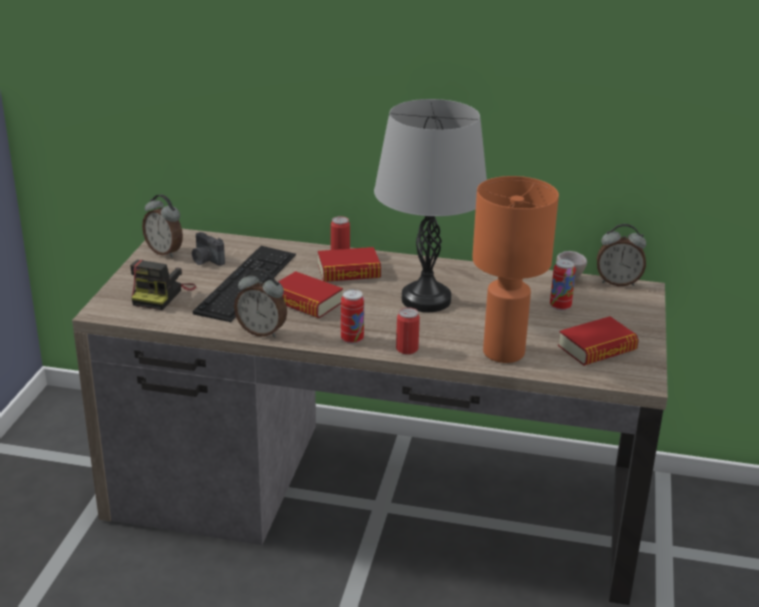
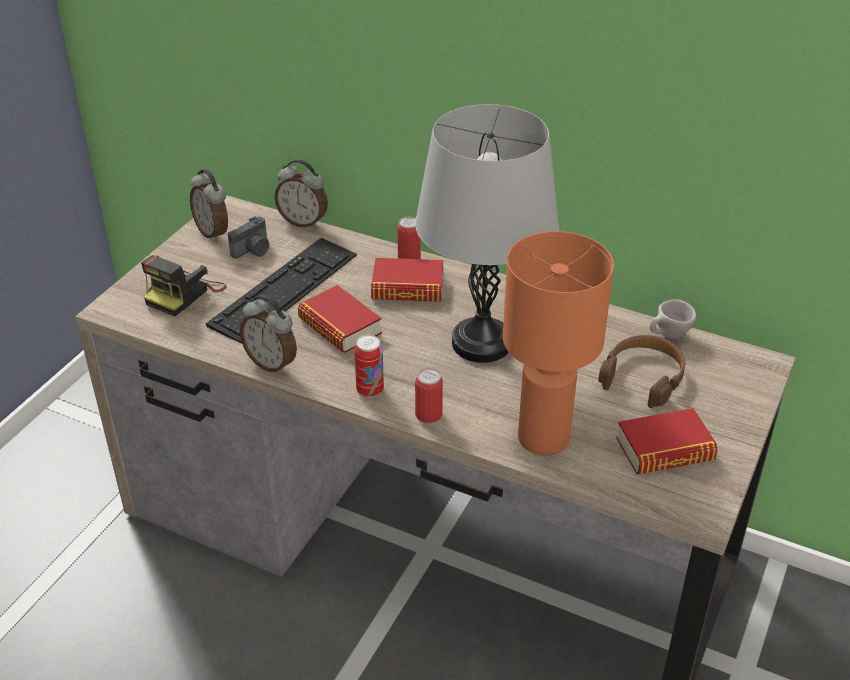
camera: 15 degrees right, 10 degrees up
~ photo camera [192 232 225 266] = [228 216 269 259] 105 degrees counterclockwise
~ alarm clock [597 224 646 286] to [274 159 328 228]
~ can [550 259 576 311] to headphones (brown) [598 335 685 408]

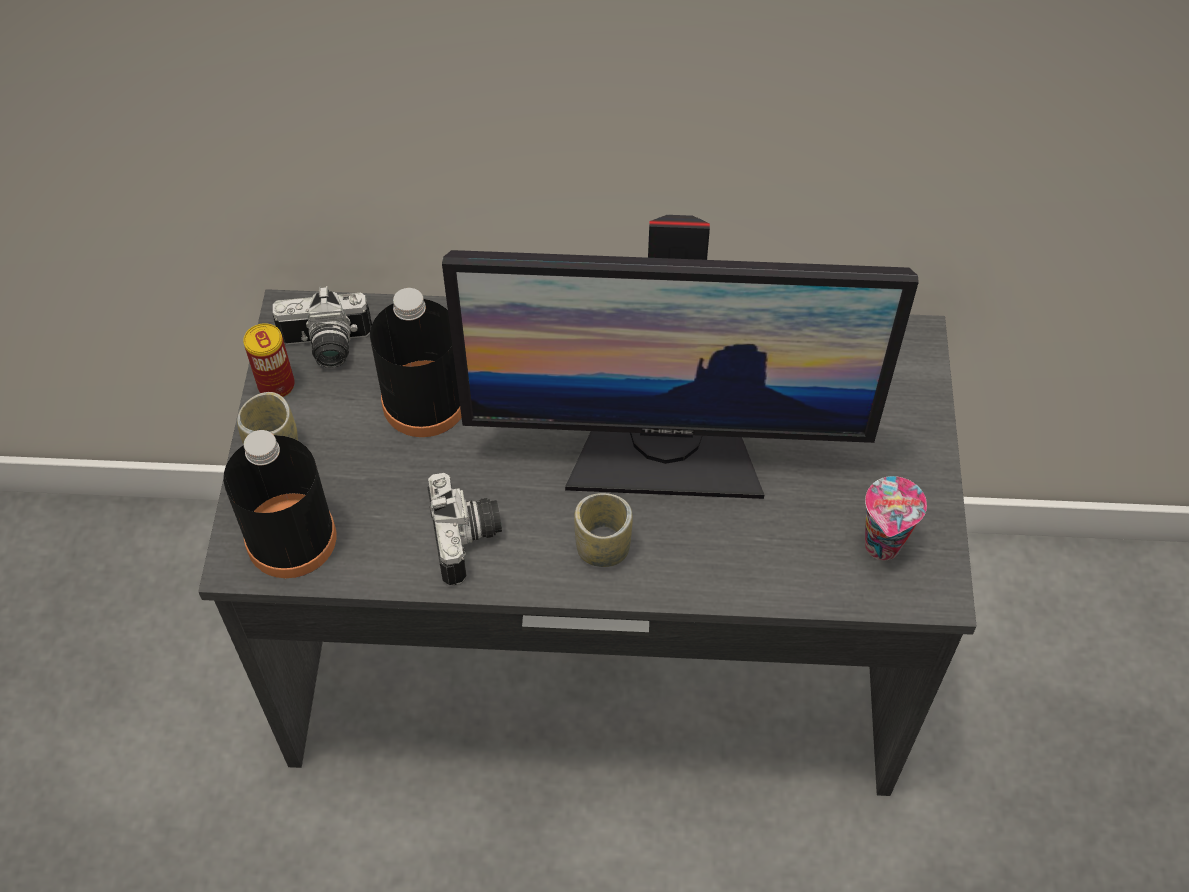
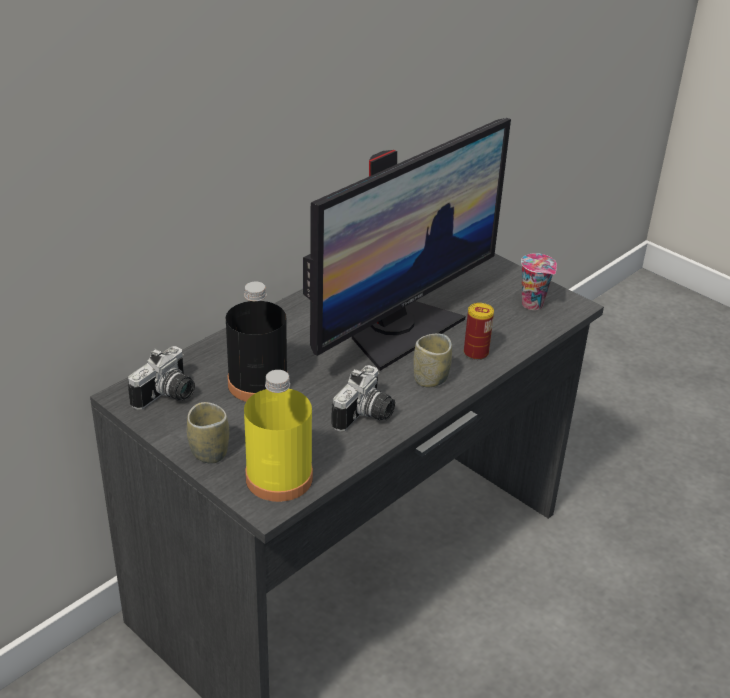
camera: 50 degrees left, 20 degrees down
~ bottle (black) [223 430 336 578] to bottle (yellow) [244 370 313 502]
~ photo camera [428 473 502 586] = [331 365 395 432] 90 degrees clockwise
~ can [243 323 295 397] to [464 303 494 360]

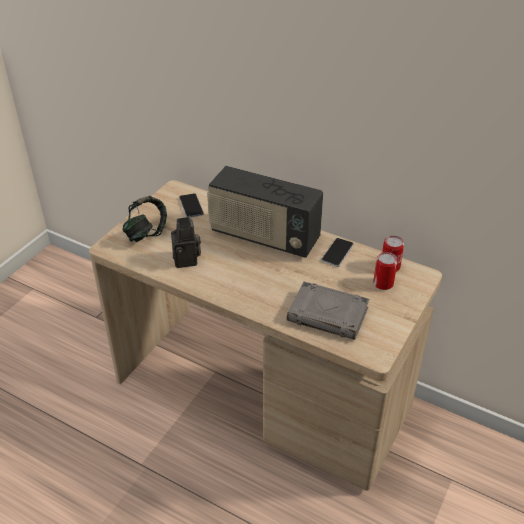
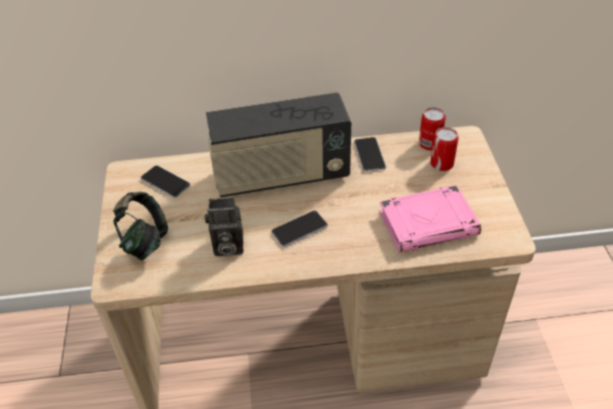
camera: 35 degrees left, 5 degrees up
~ photo camera [171 215 201 268] = [205 197 243 256] 135 degrees clockwise
+ phone [271 210 328 247]
~ book (grey) [287 282 369 340] to book (pink) [379 185 481 253]

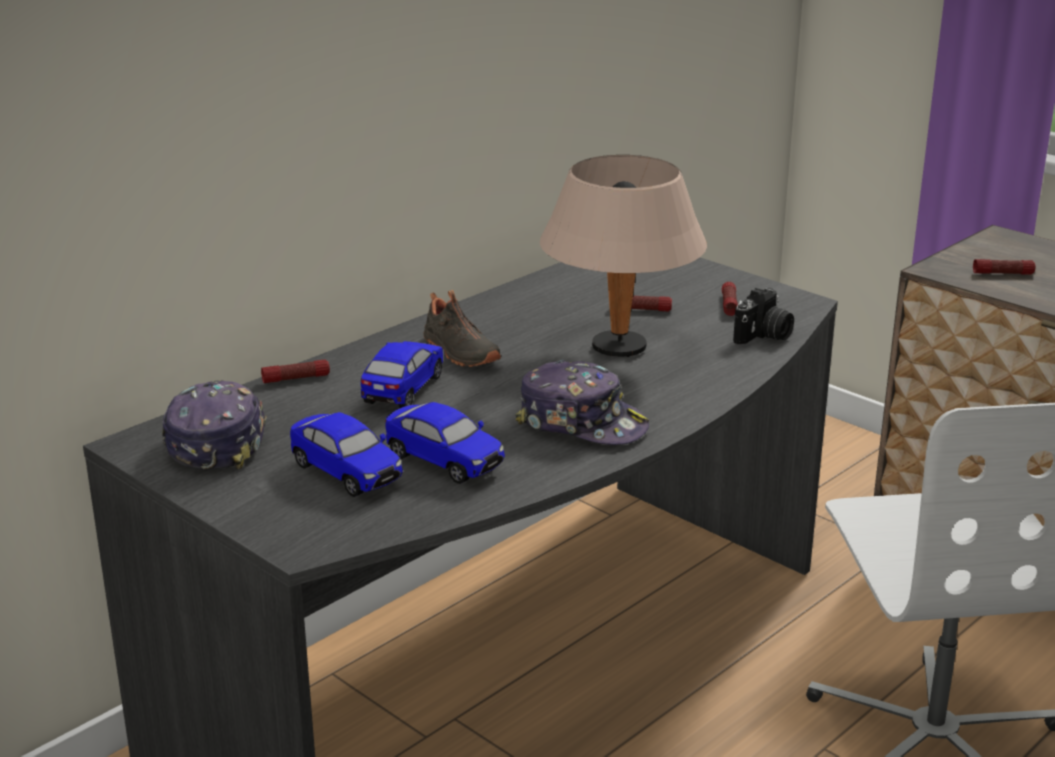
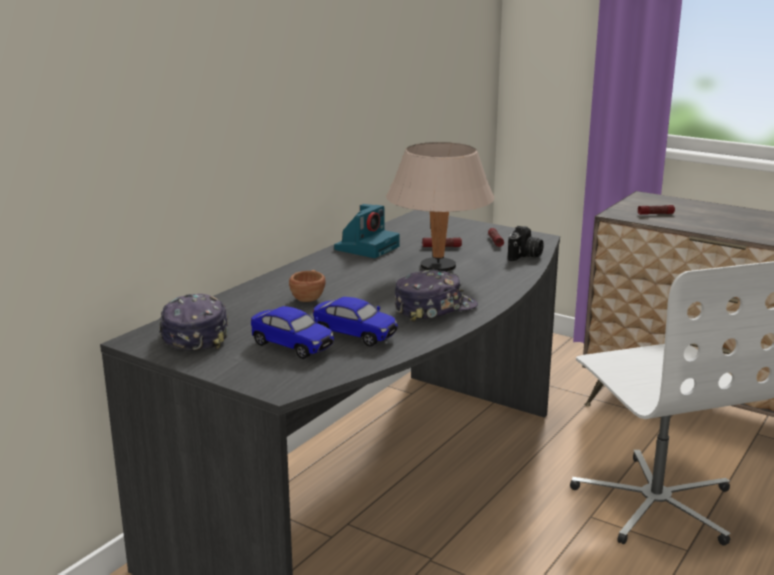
camera: 10 degrees left, 5 degrees down
~ toy car [361 341 443 408] to cup (brown) [289 270 326 302]
+ photo camera [334 204 400 258]
~ cap [515 360 649 445] = [395 269 478 322] 45 degrees counterclockwise
- flashlight [261 359 330 383]
- shoe (black) [424 290 501 367]

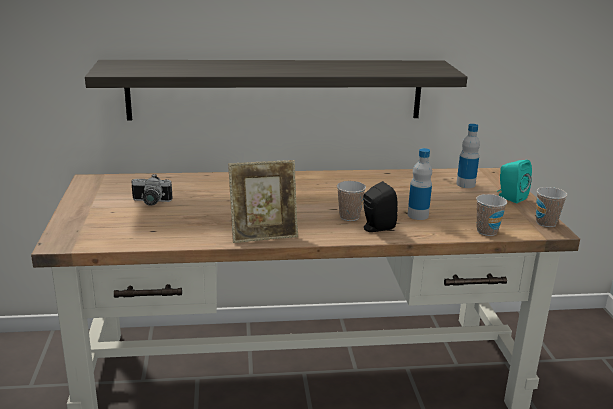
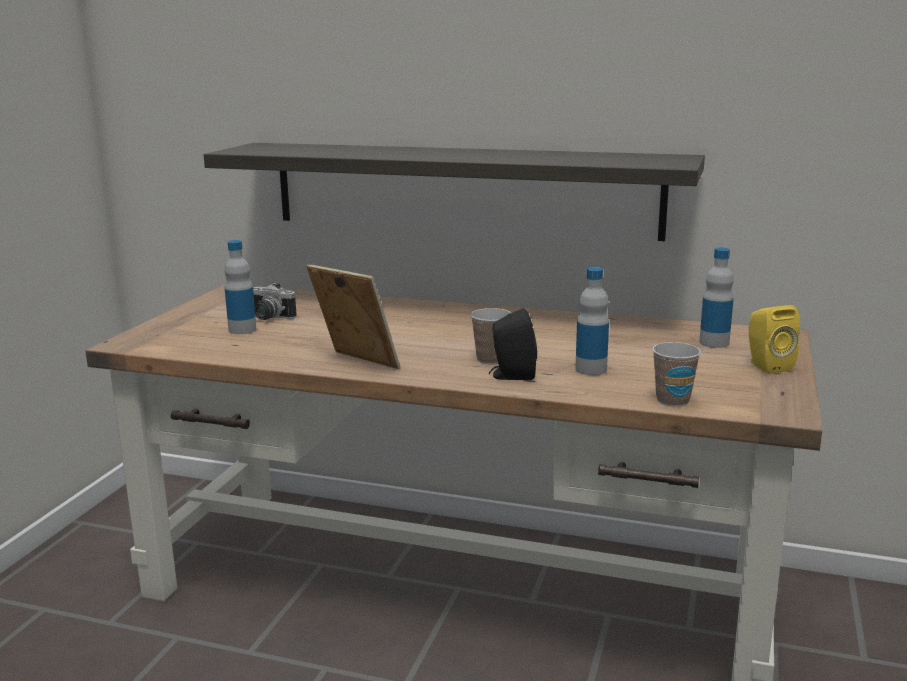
camera: 25 degrees right, 5 degrees down
+ bottle [224 240 256 334]
~ picture frame [228 160 298 243] = [306 264 401 369] 150 degrees counterclockwise
~ speaker (turquoise) [497 160 532 203] to speaker (yellow) [749 305 800 374]
- cup [536 187 567 227]

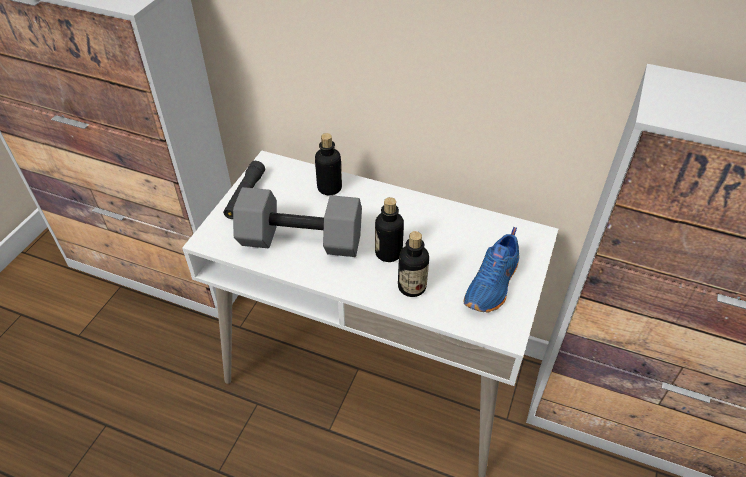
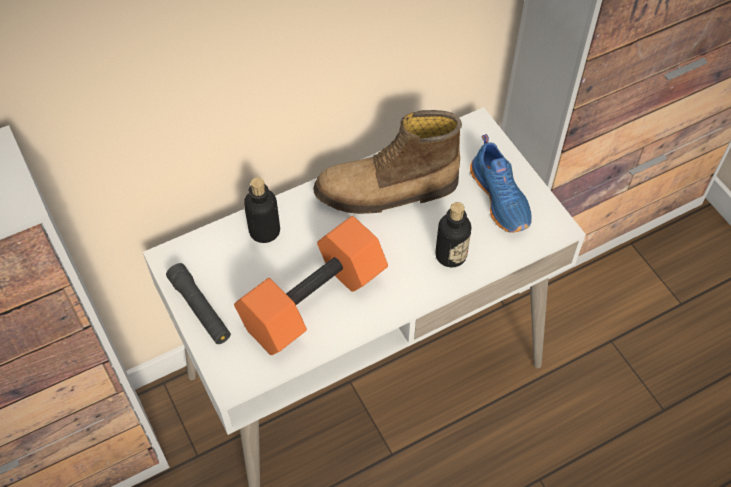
camera: 50 degrees left, 10 degrees up
~ dumbbell (grey) [233 187 362 257] to dumbbell (orange) [234 216 388 355]
+ boot [313 110 462 214]
- bottle [375 197 404 262]

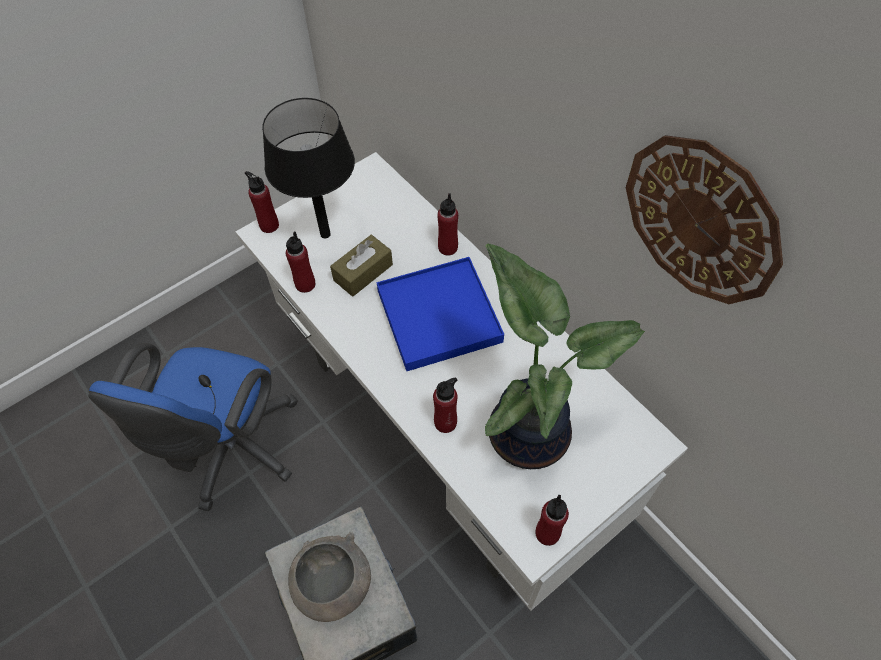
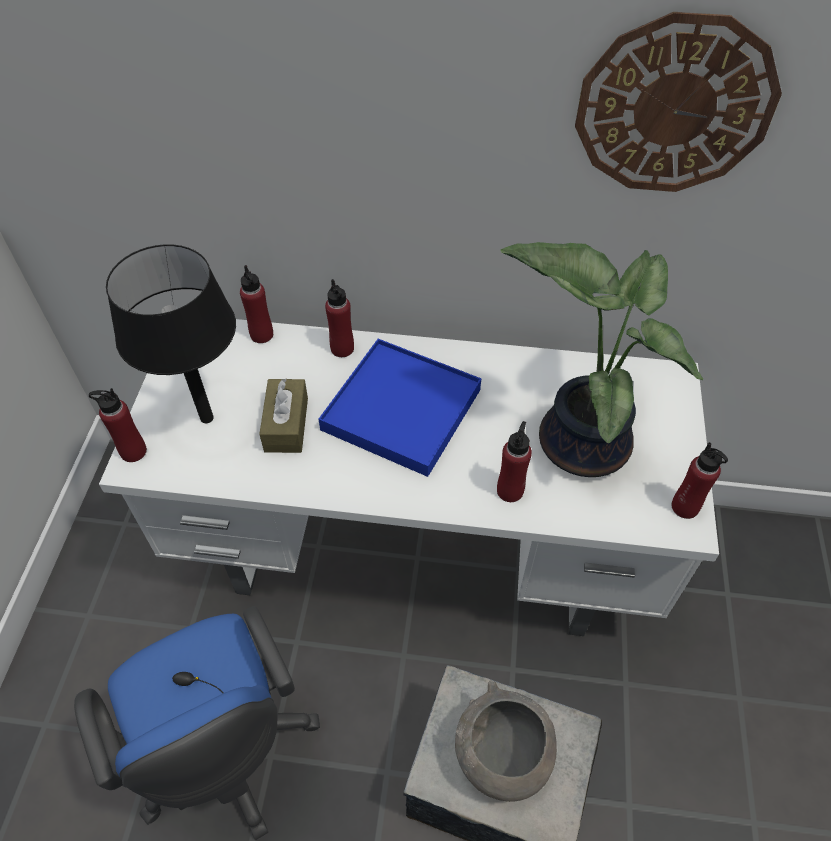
camera: 45 degrees left, 5 degrees down
~ bottle (red) [286 232 315 293] to [240 265 273 343]

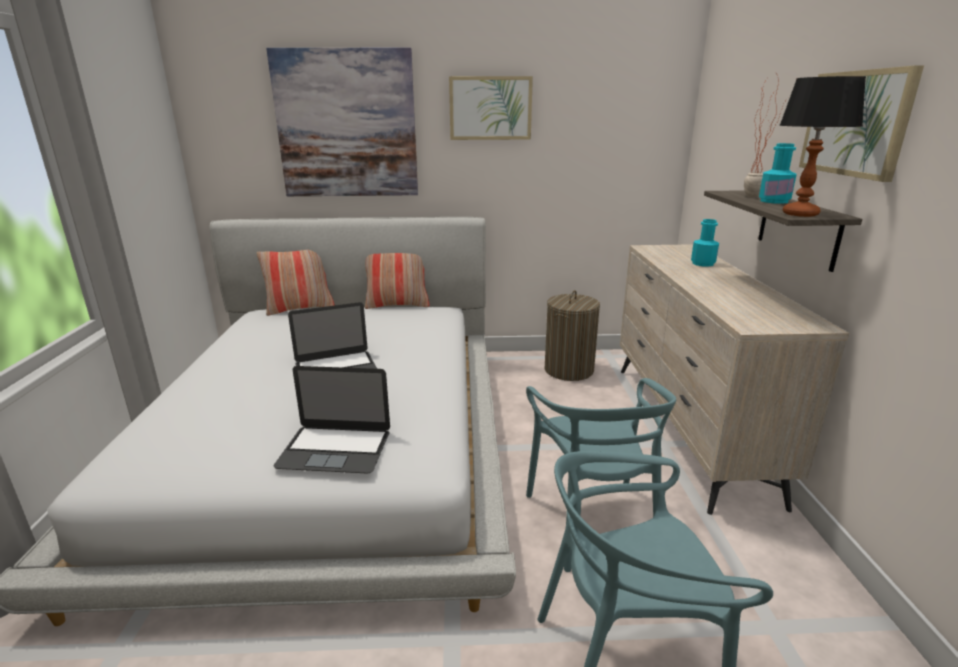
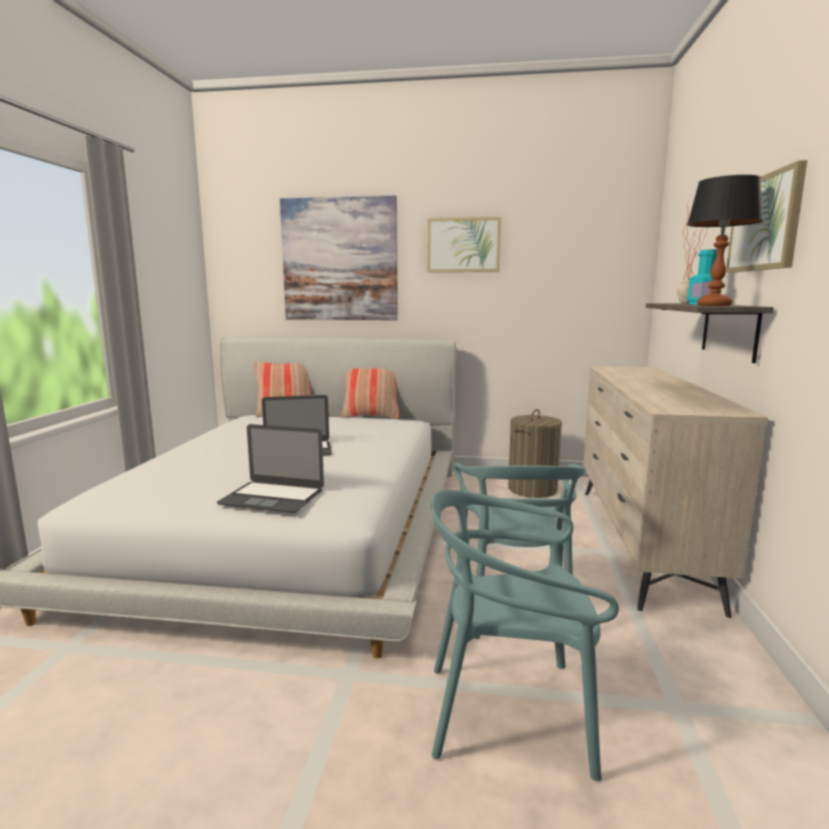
camera: 10 degrees right, 10 degrees down
- bottle (turquoise) [691 219 719 267]

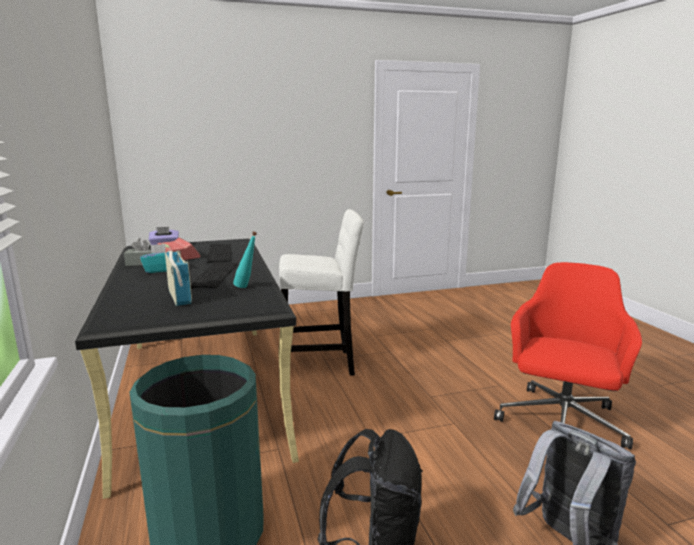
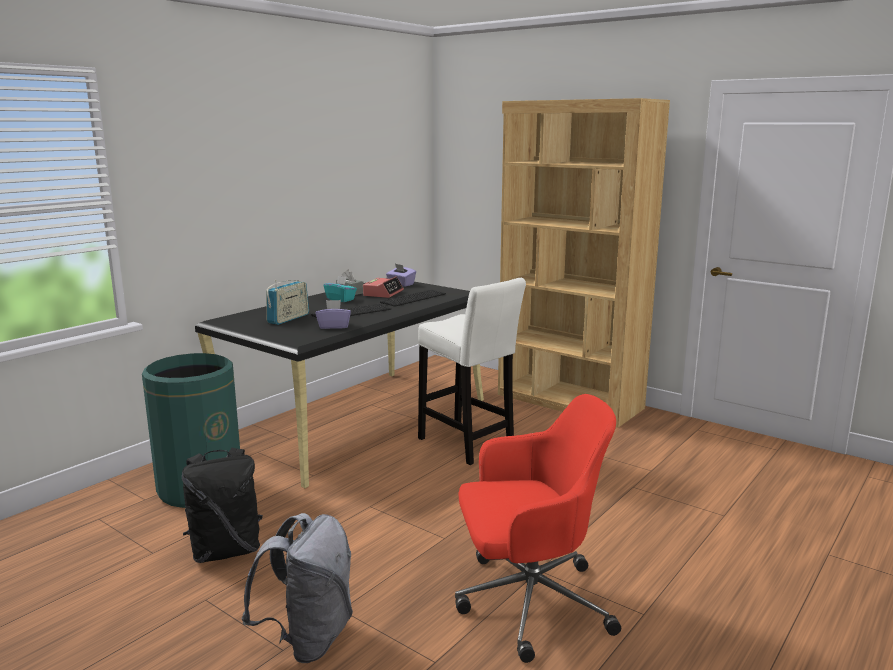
camera: 55 degrees right, 0 degrees up
~ bottle (turquoise) [233 232 257 288] to tissue box (purple) [316 300 351 329]
+ bookcase (brown) [498 98 670 428]

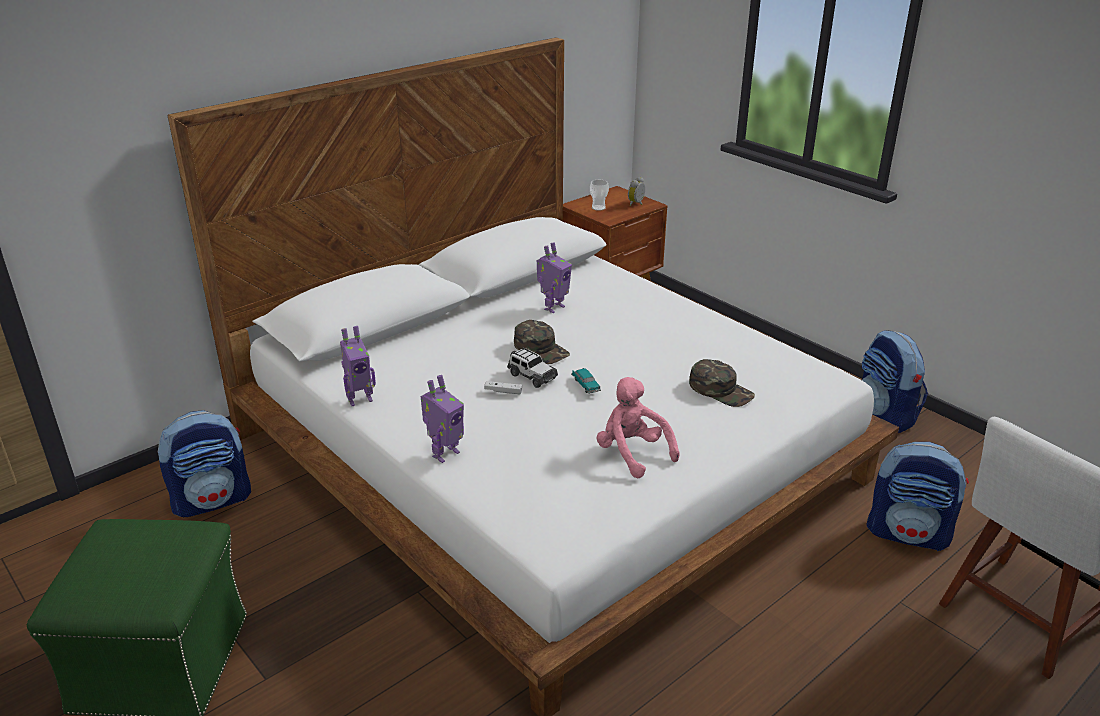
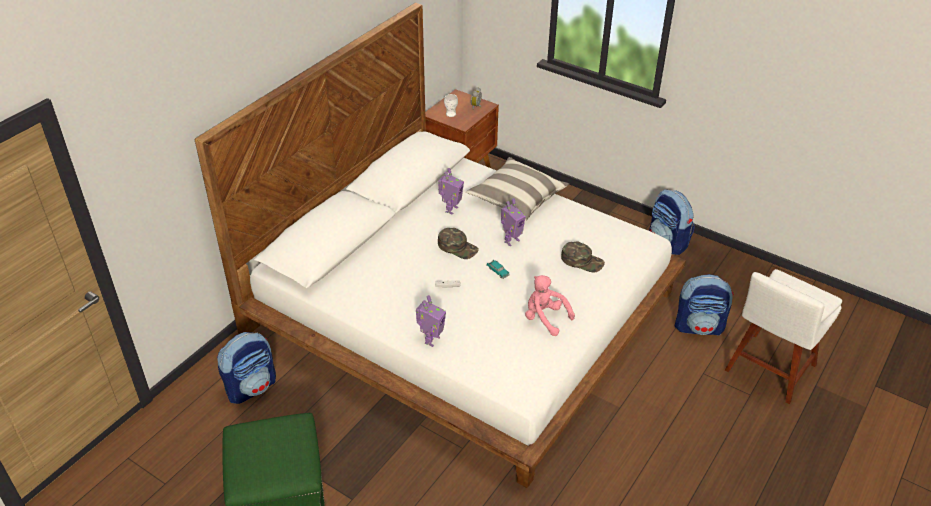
camera: 15 degrees left, 10 degrees up
+ pillow [466 157 569 221]
~ toy robot [340 326 376 406] to [501 198 526 246]
- toy car [507 348 558 388]

